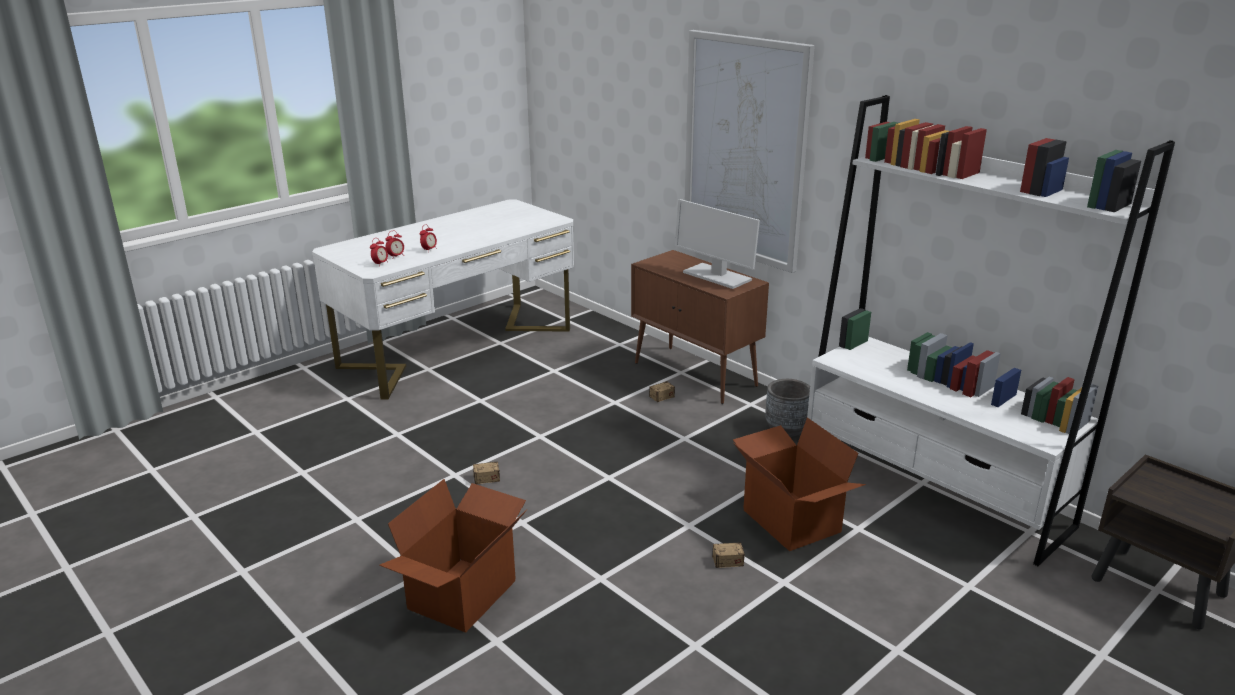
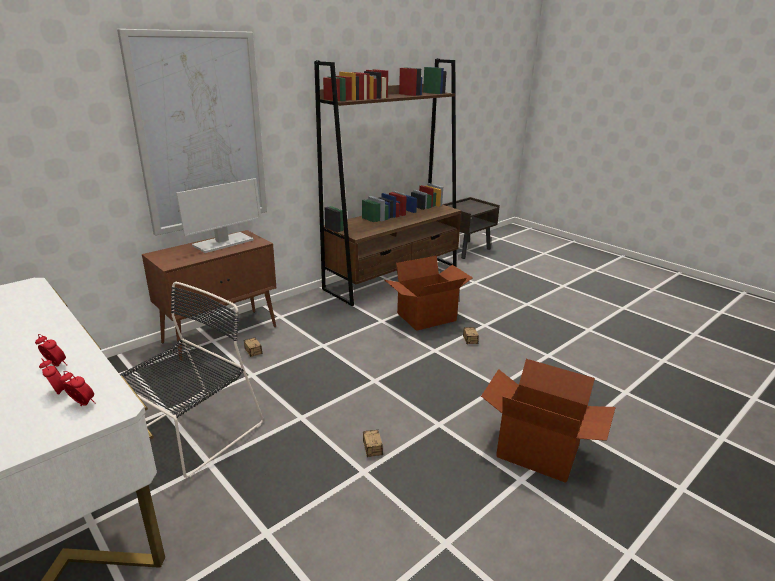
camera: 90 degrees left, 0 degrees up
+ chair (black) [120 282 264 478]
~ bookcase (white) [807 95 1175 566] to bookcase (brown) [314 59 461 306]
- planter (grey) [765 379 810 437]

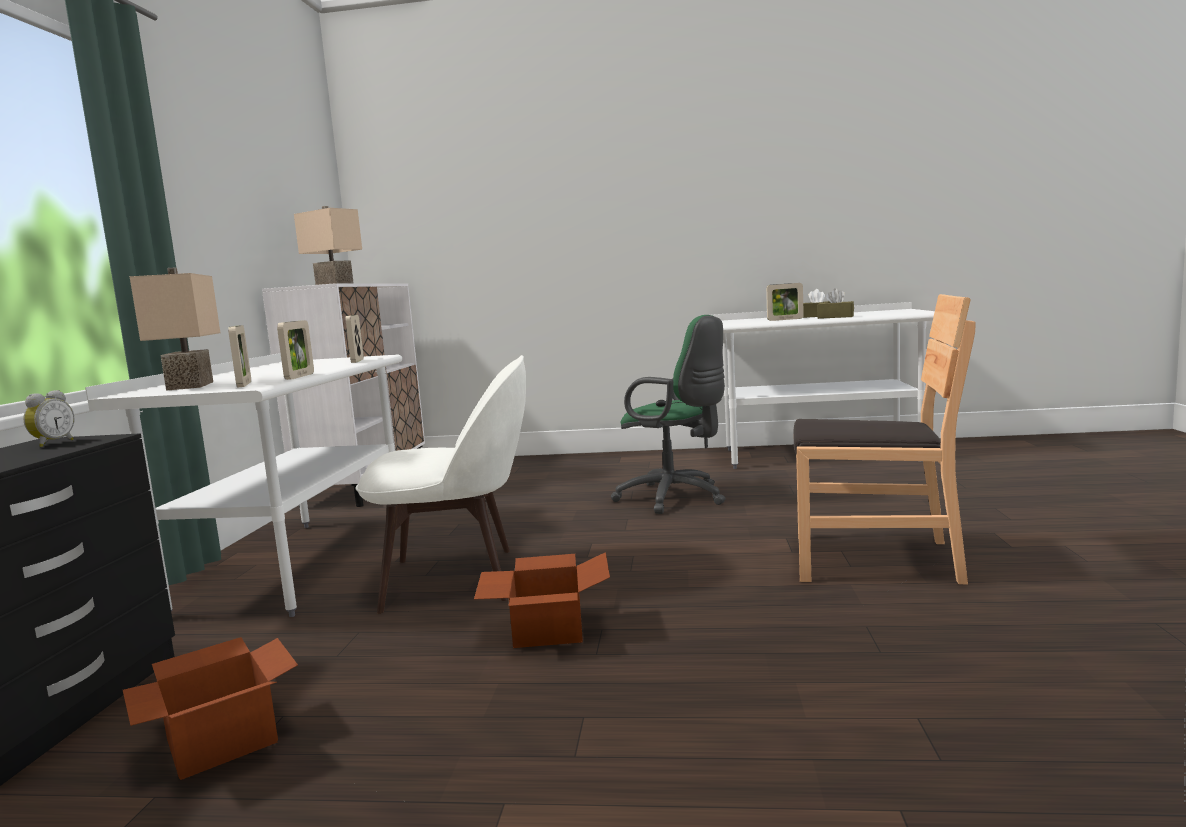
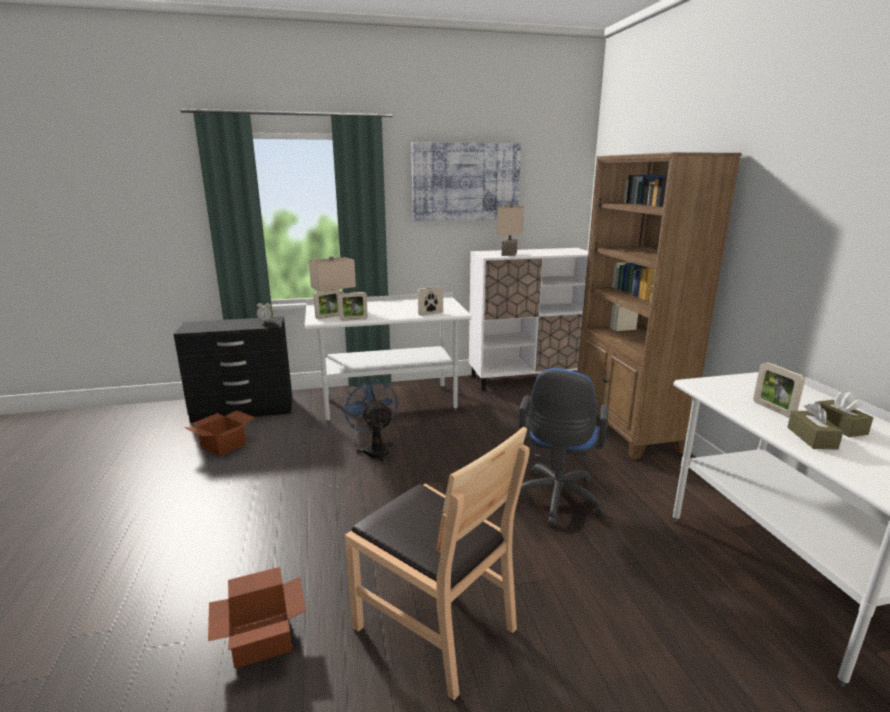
camera: 70 degrees right, 10 degrees up
~ cardboard box [474 552 610 648] to [208 567 306 669]
~ chair (white) [355 355 526 614] to fan (blue) [343 379 397 464]
~ chair (brown) [793 294 976 585] = [345 427 530 700] 45 degrees counterclockwise
+ picture [411 142 521 221]
~ office chair (green) [611 315 725 514] to office chair (blue) [519 368 609 526]
+ bookcase (brown) [577 152 742 460]

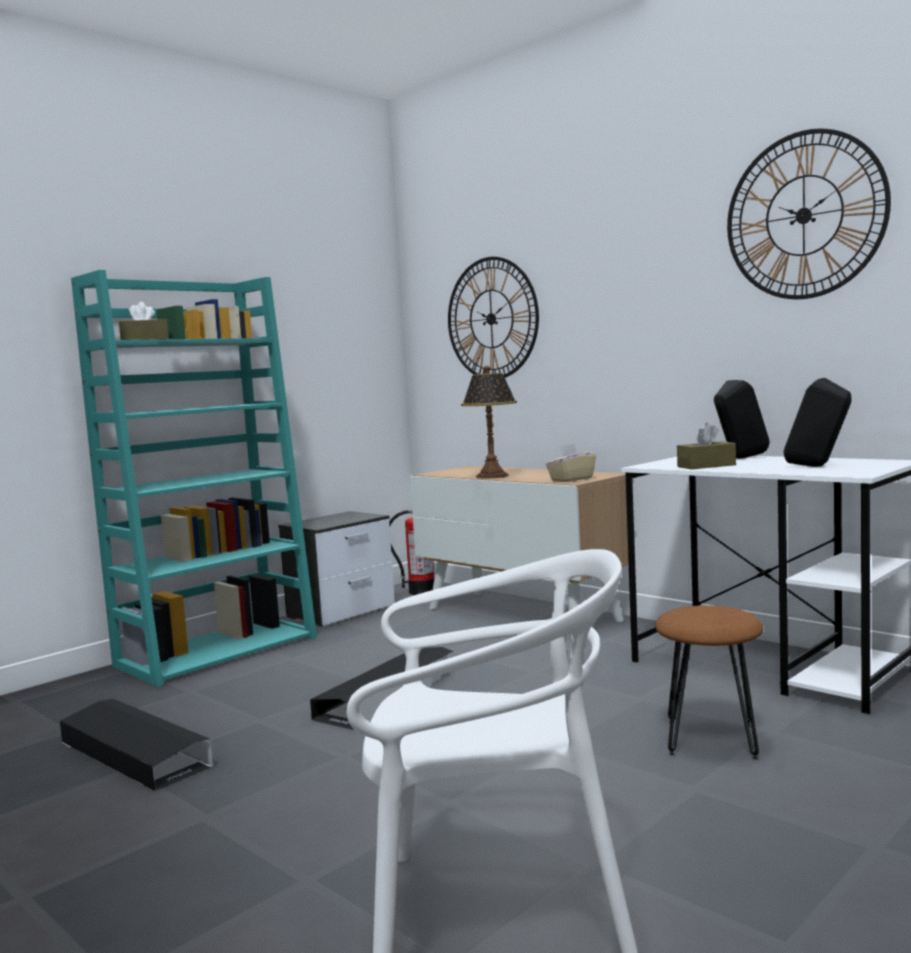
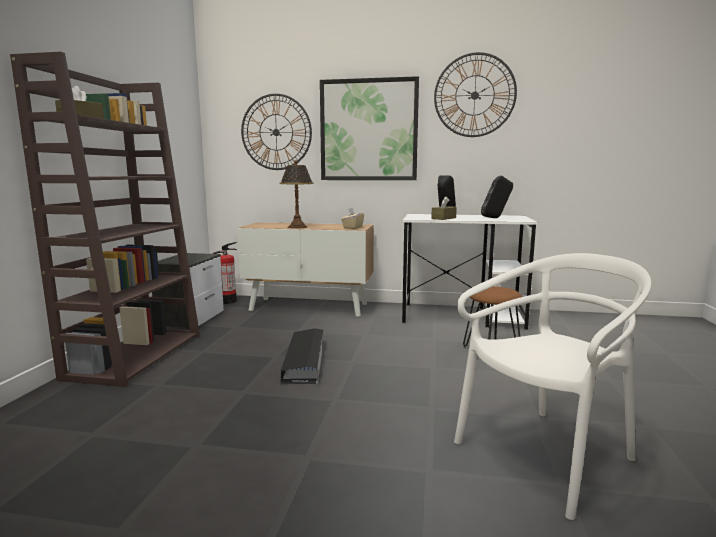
camera: 35 degrees left, 5 degrees up
~ bookcase (turquoise) [71 270 317 687] to bookcase (brown) [10 52 200 387]
+ picture [320 76 419 180]
- storage box (black) [60 699 213 791]

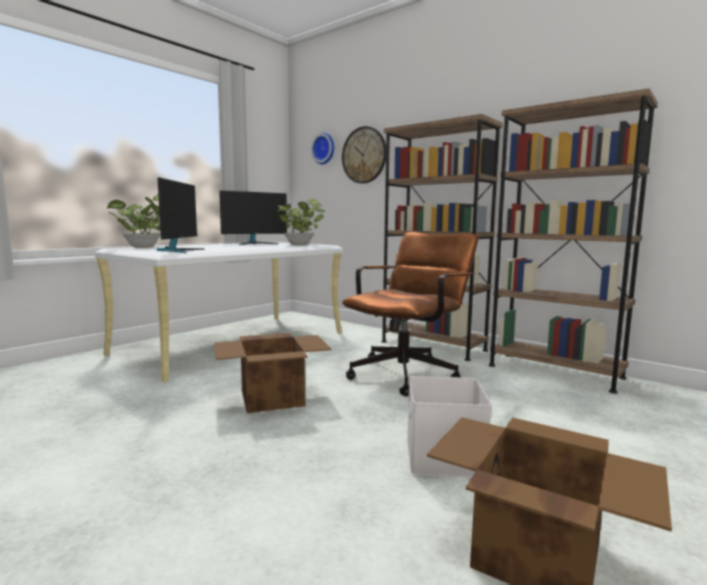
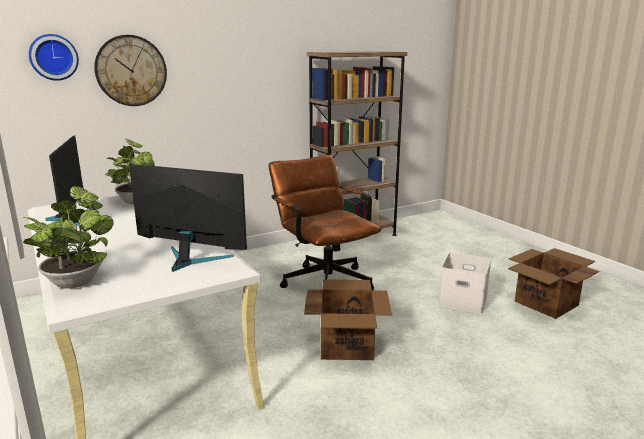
camera: 70 degrees left, 10 degrees up
- bookcase (brown) [381 114 503 361]

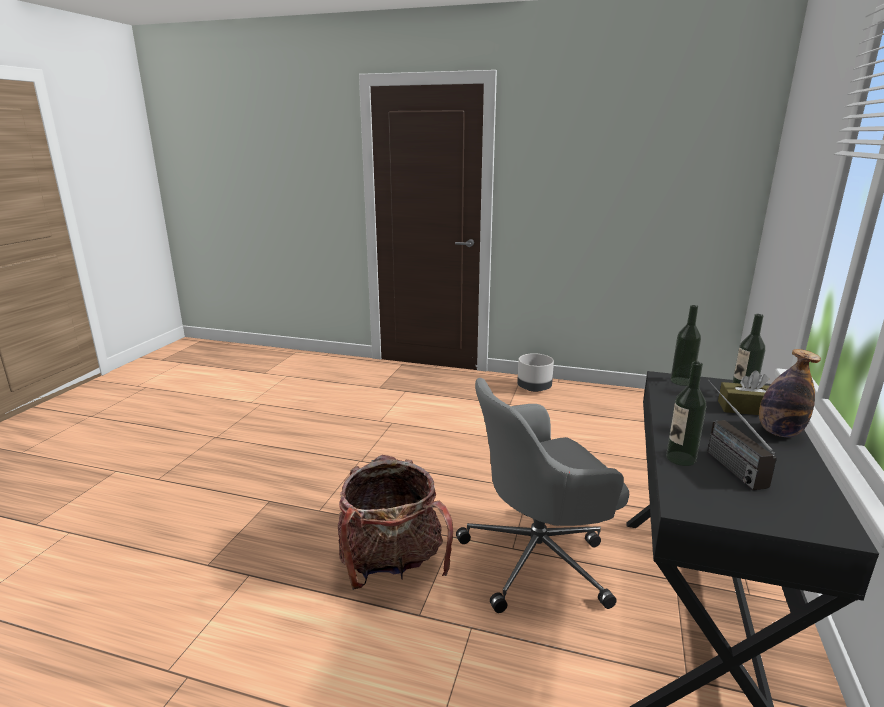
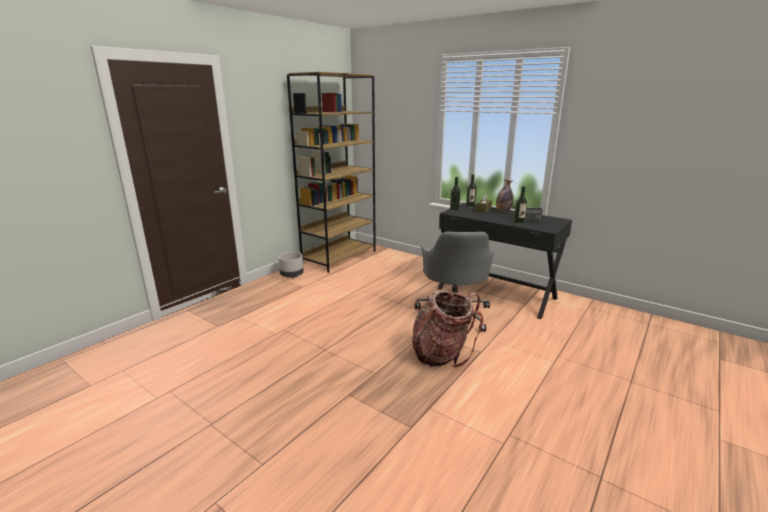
camera: 70 degrees left, 0 degrees up
+ bookcase (brown) [287 72 376 273]

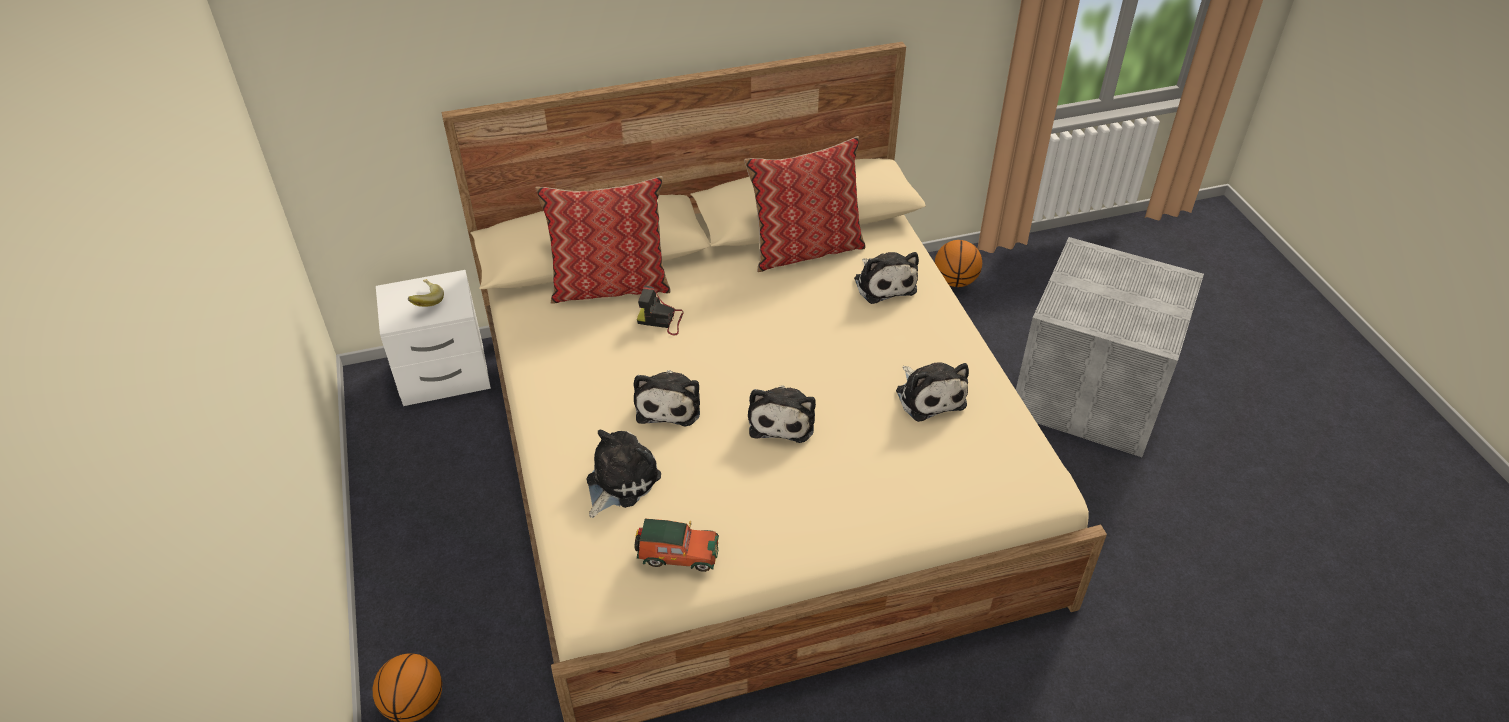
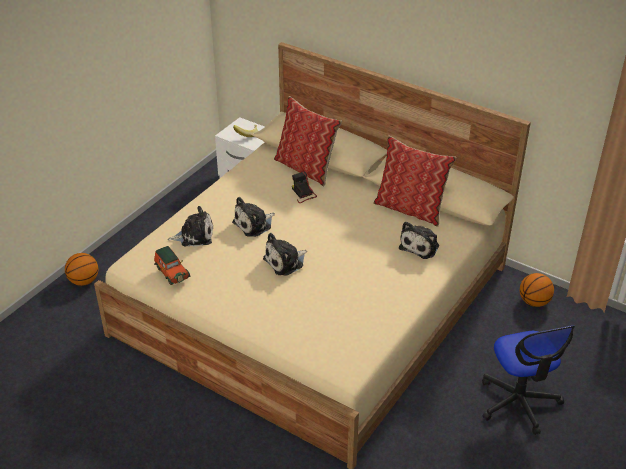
camera: 50 degrees right, 5 degrees down
~ storage box (grey) [1016 237 1204 457] to office chair [482 325 575 435]
- plush toy [896 362 969 422]

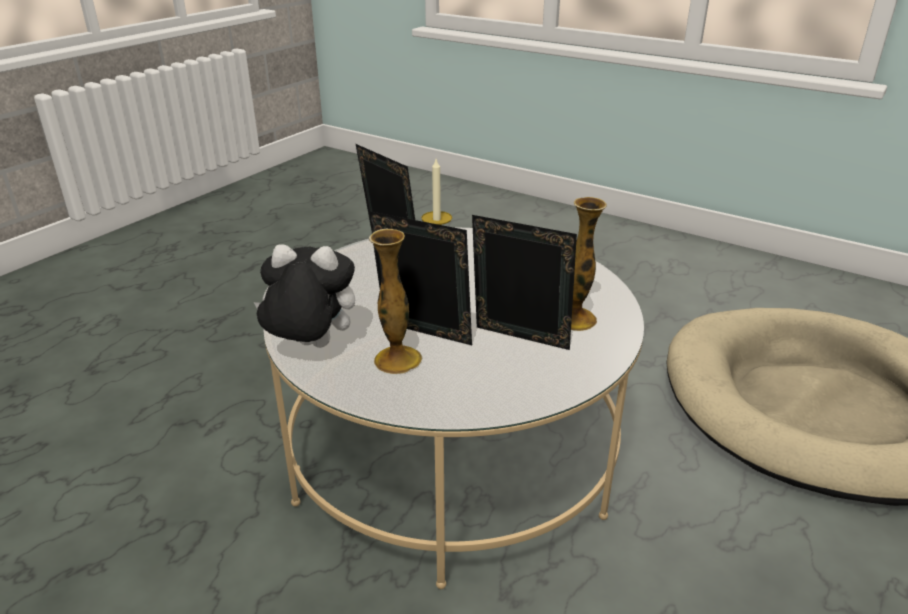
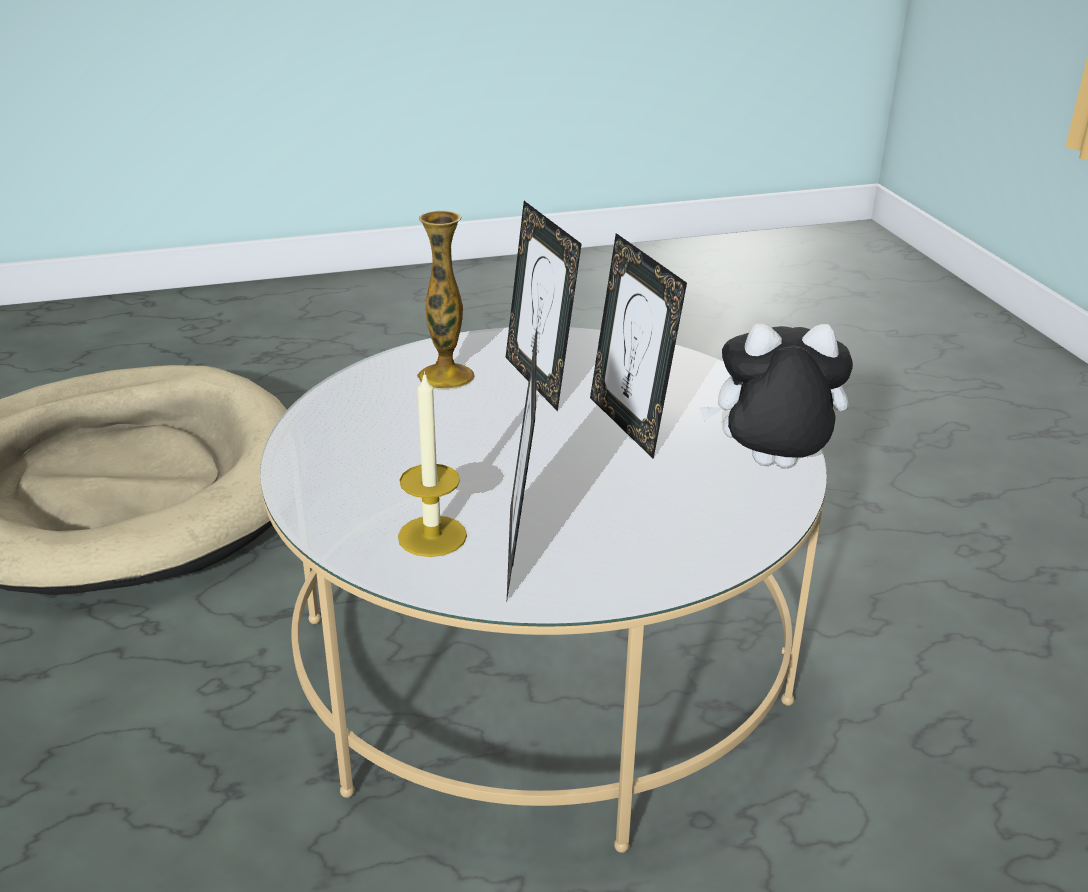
camera: 140 degrees left, 0 degrees up
~ plush toy [253 244 355 348] = [700 323 853 468] 135 degrees clockwise
- vase [369 228 422 374]

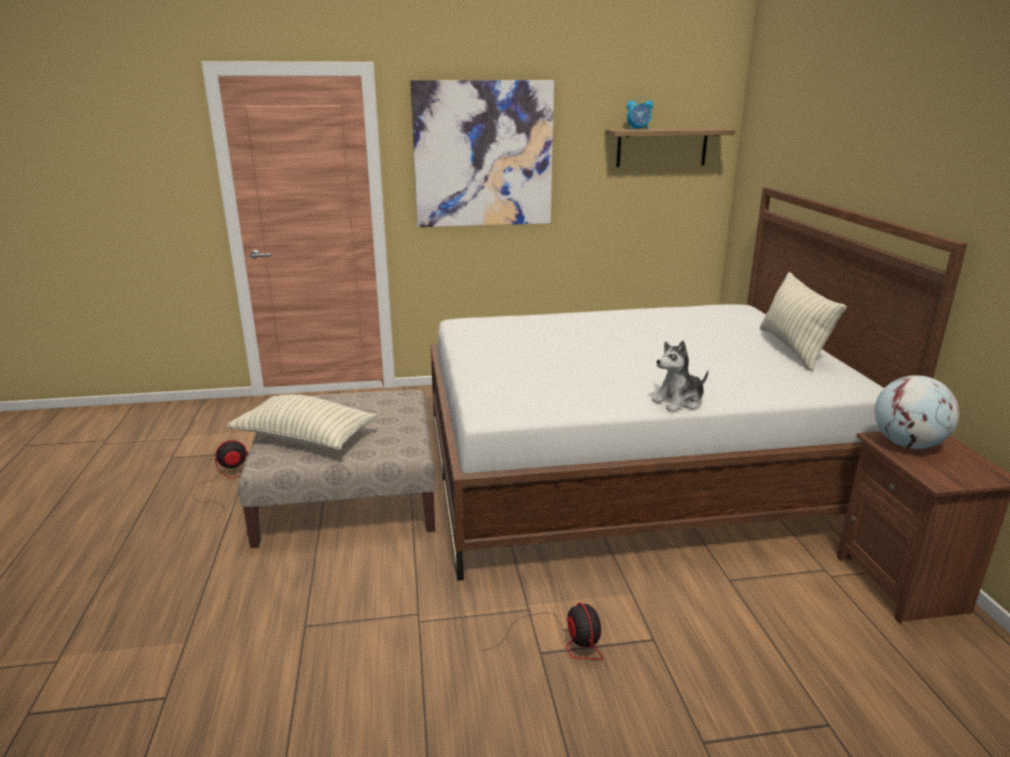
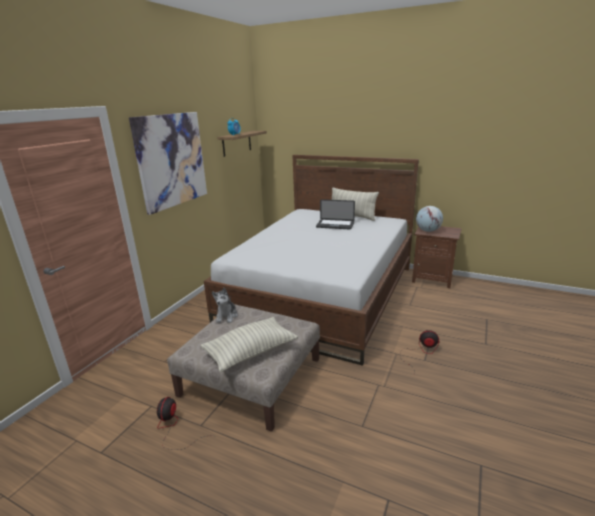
camera: 55 degrees left, 0 degrees up
~ plush toy [652 340 708 412] to [212 288 238 323]
+ laptop [316 199 355 229]

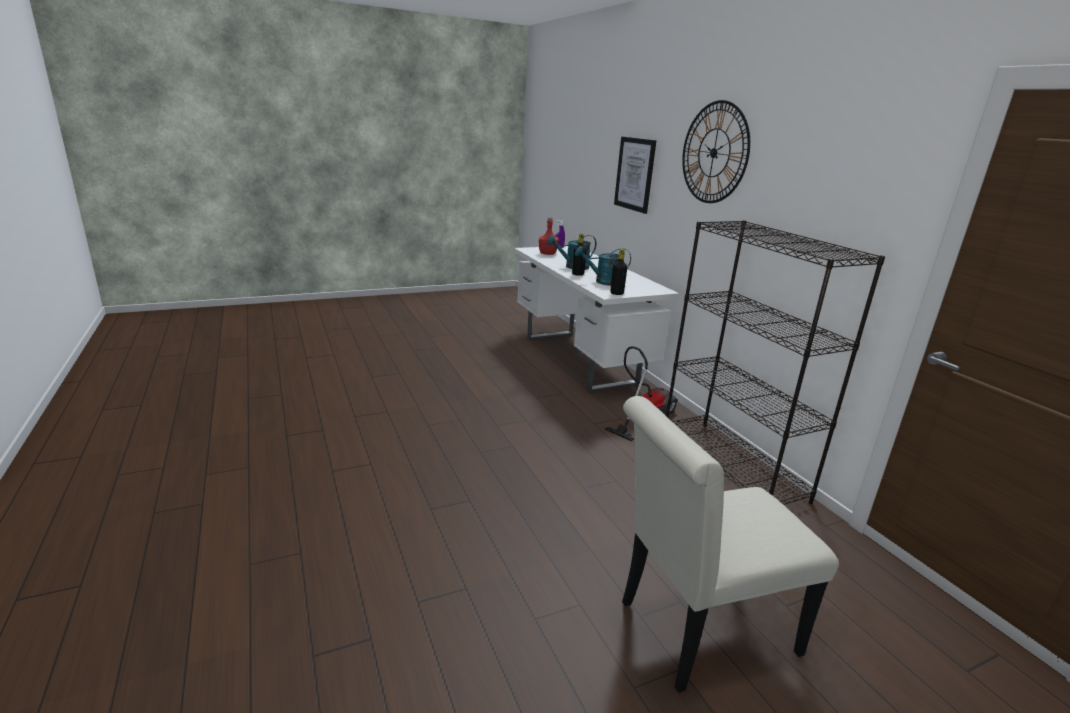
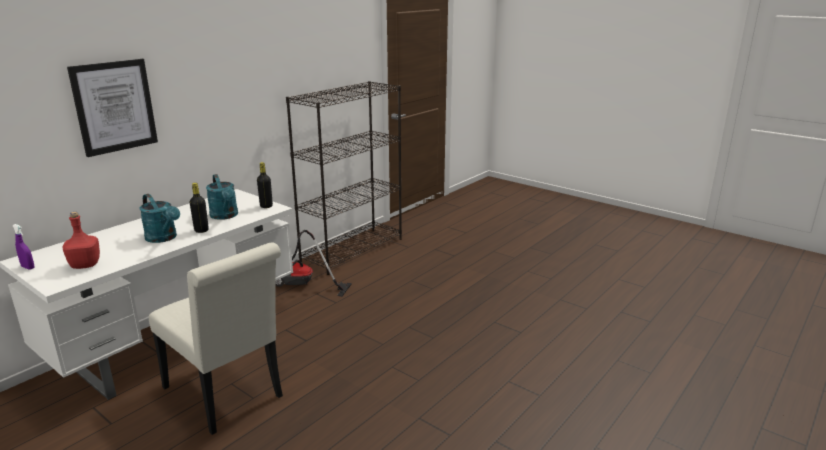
camera: 115 degrees left, 0 degrees up
~ chair (white) [622 396 839 693] to [149 242 283 435]
- wall clock [682 100 750 203]

